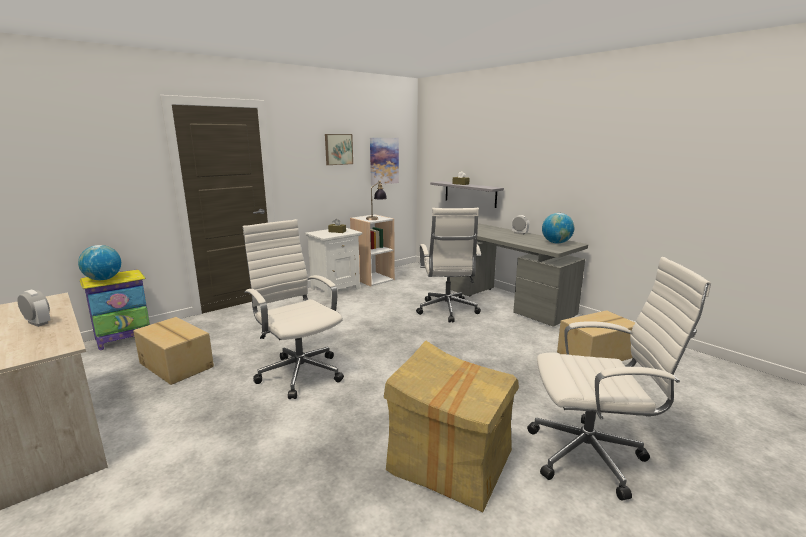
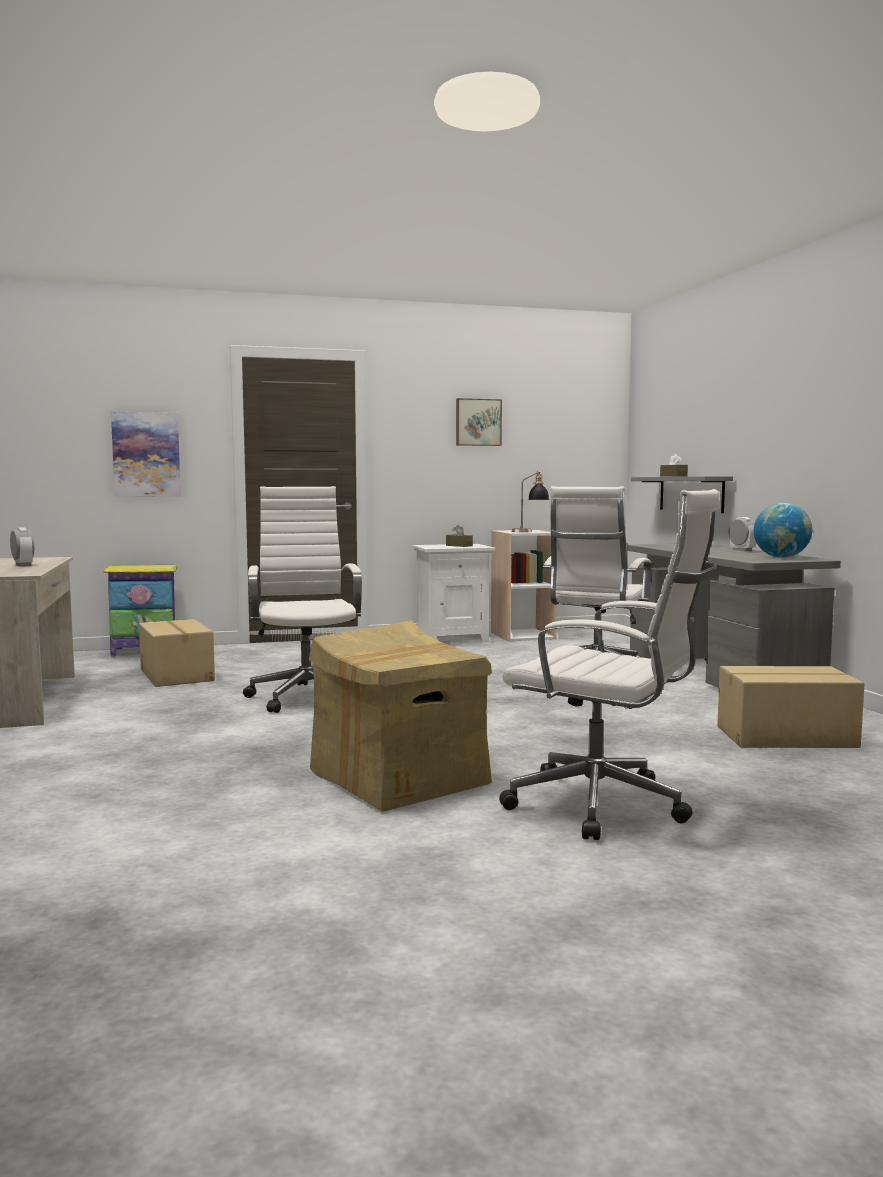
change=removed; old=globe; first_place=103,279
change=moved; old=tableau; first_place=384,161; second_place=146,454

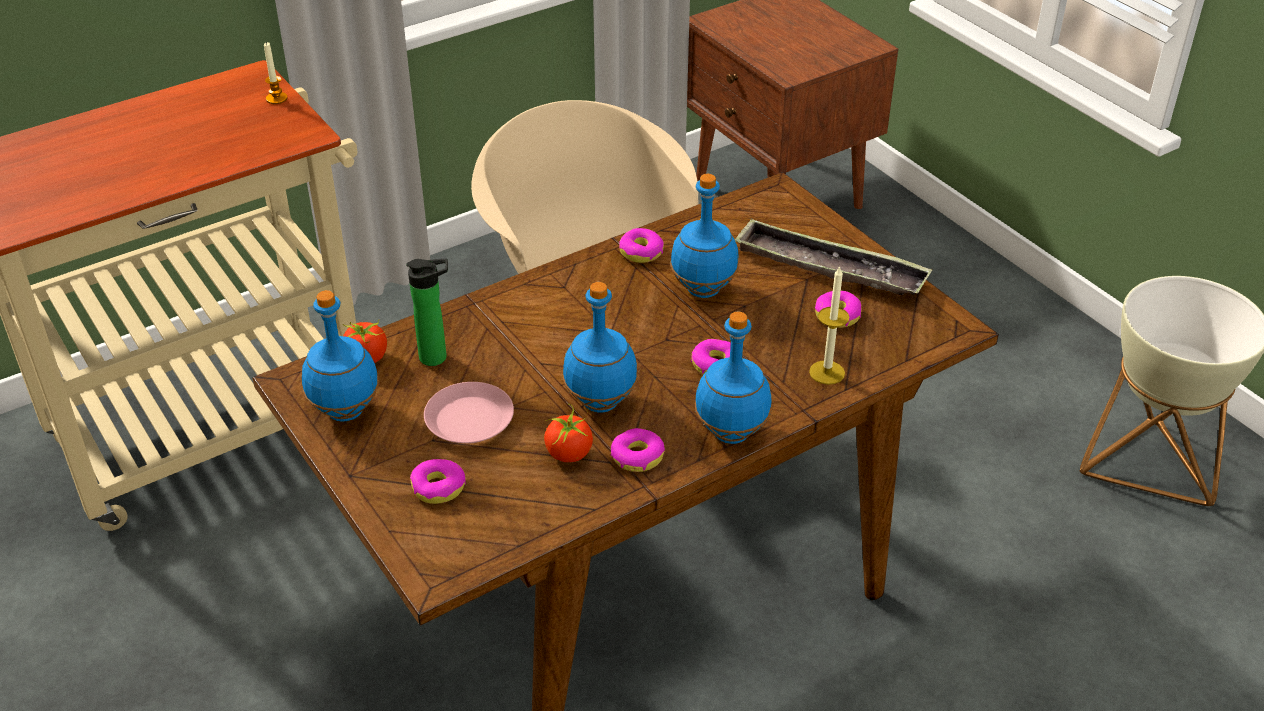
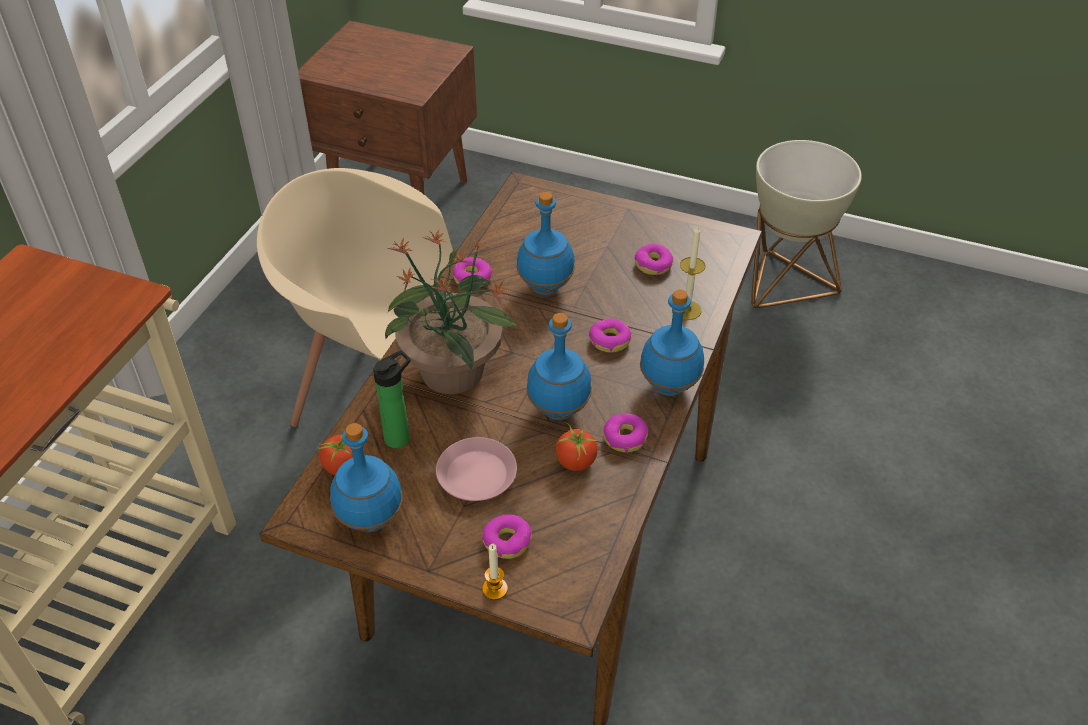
change=moved; old=bougie; first_place=276,98; second_place=495,589
change=removed; old=plateau; first_place=829,268
change=added; new=plante en pot; second_place=452,373

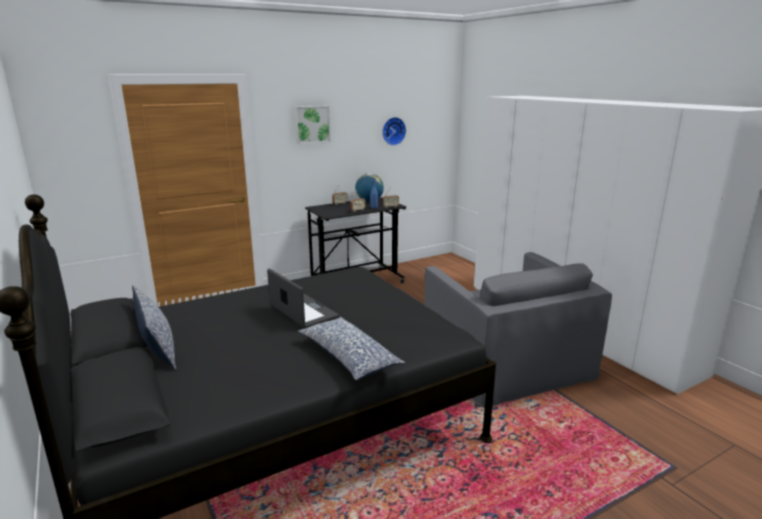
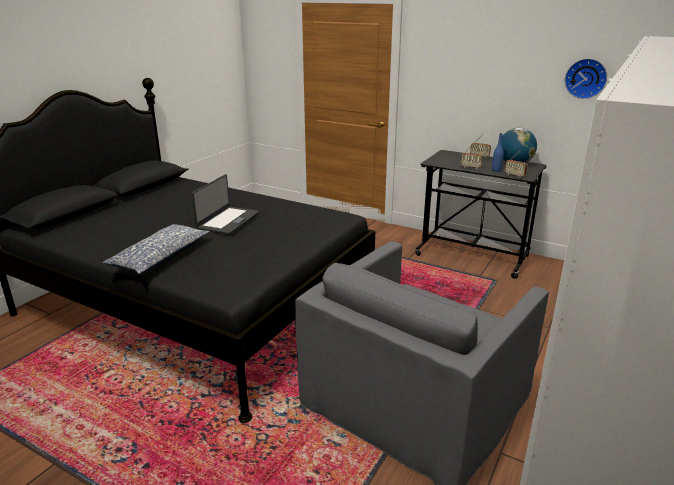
change=removed; old=coussin; first_place=157,346
change=removed; old=tableau; first_place=312,124

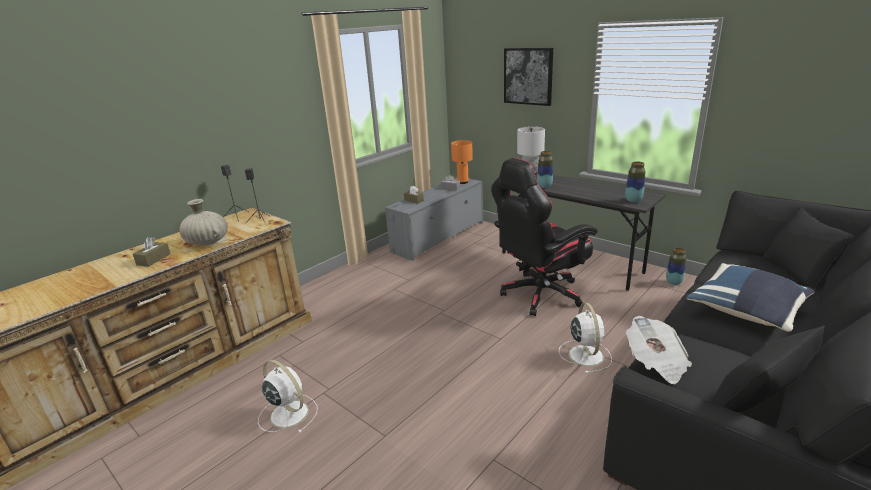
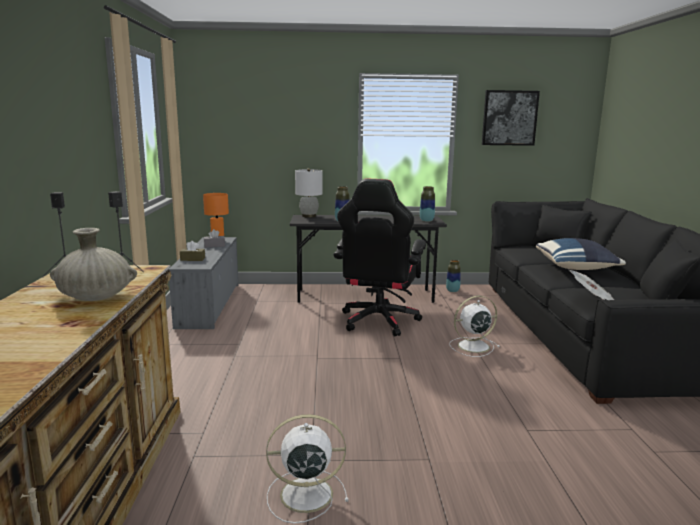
change=removed; old=boîte à mouchoirs [marron]; first_place=153,259
change=moved; old=tableau; first_place=528,76; second_place=509,118
change=turned; old=ventilateur [blanc]; first_place=585,354; second_place=472,346; degrees=-60

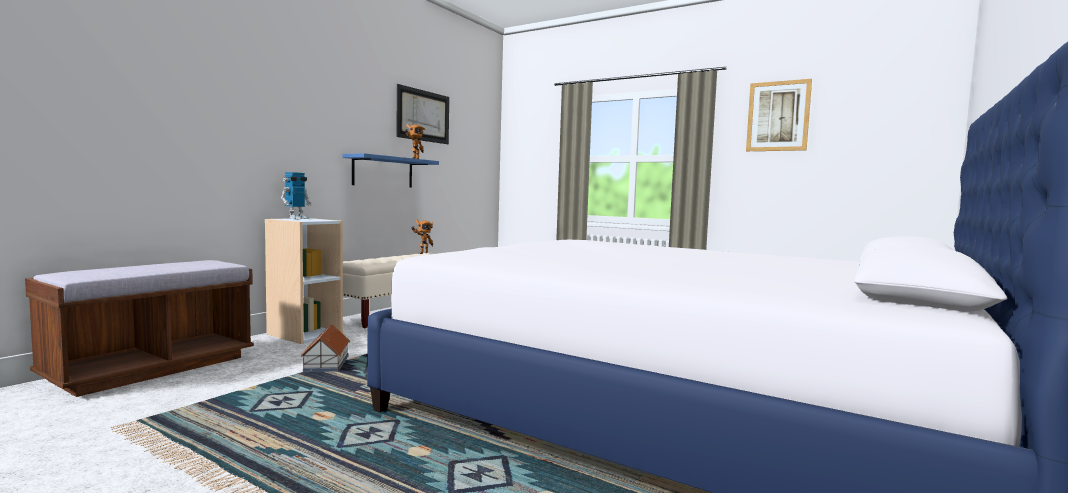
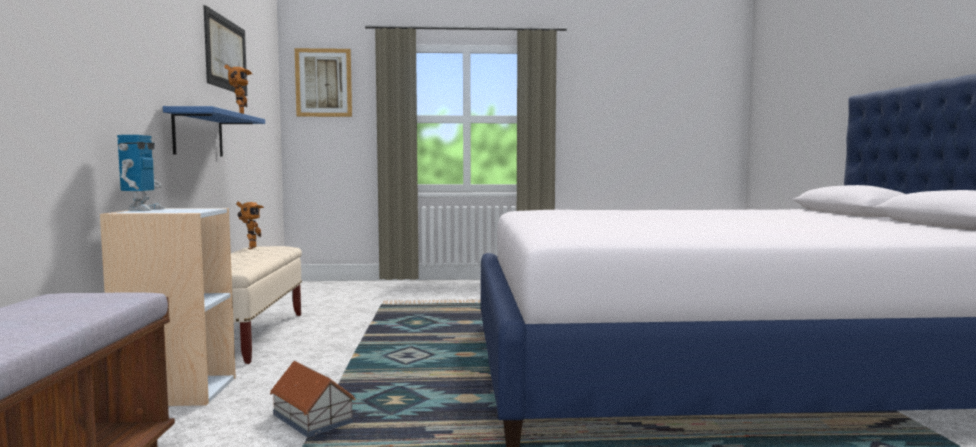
change=moved; old=tableau; first_place=778,116; second_place=323,82

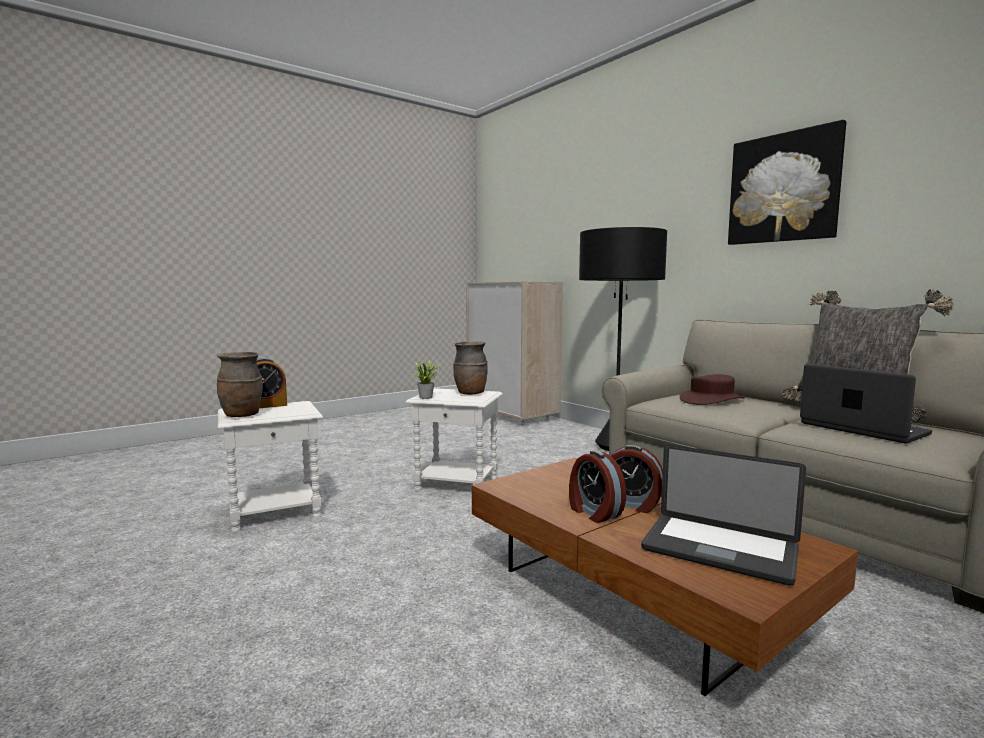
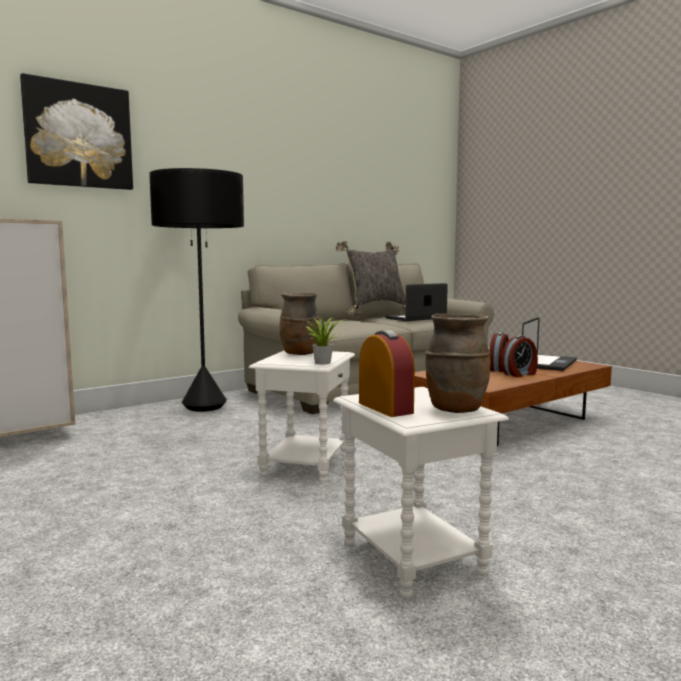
change=removed; old=chapeau [marron]; first_place=711,400
change=moved; old=tableau; first_place=784,188; second_place=78,135

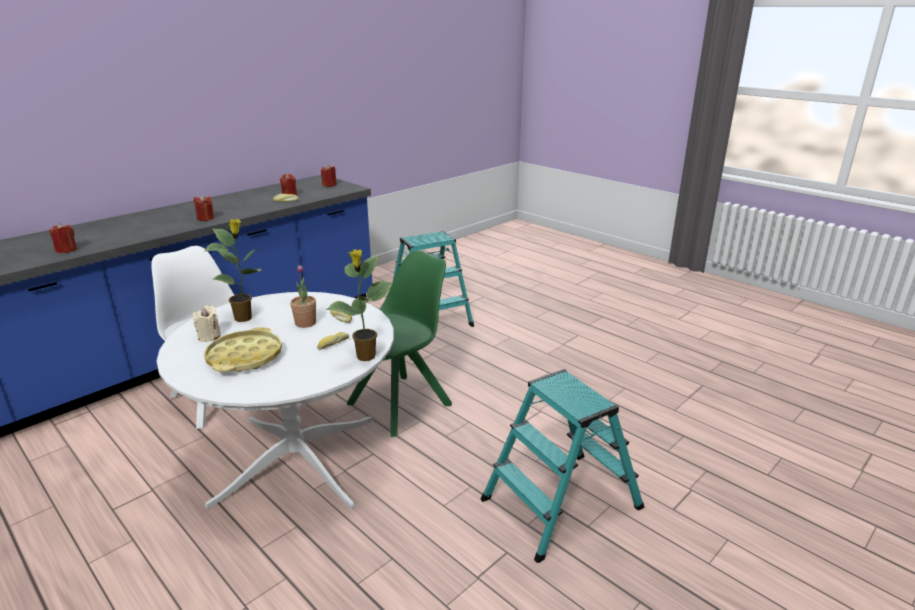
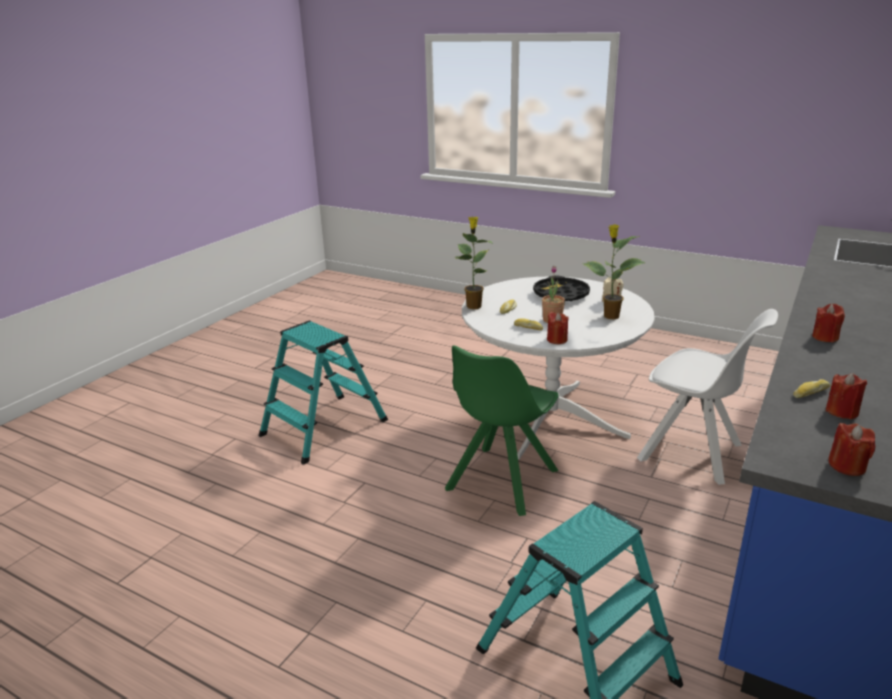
change=moved; old=bougie [rouge]; first_place=66,250; second_place=557,340
change=recoloured; old=plateau [jaune]; new=plateau [noir]; first_place=245,357; second_place=561,294

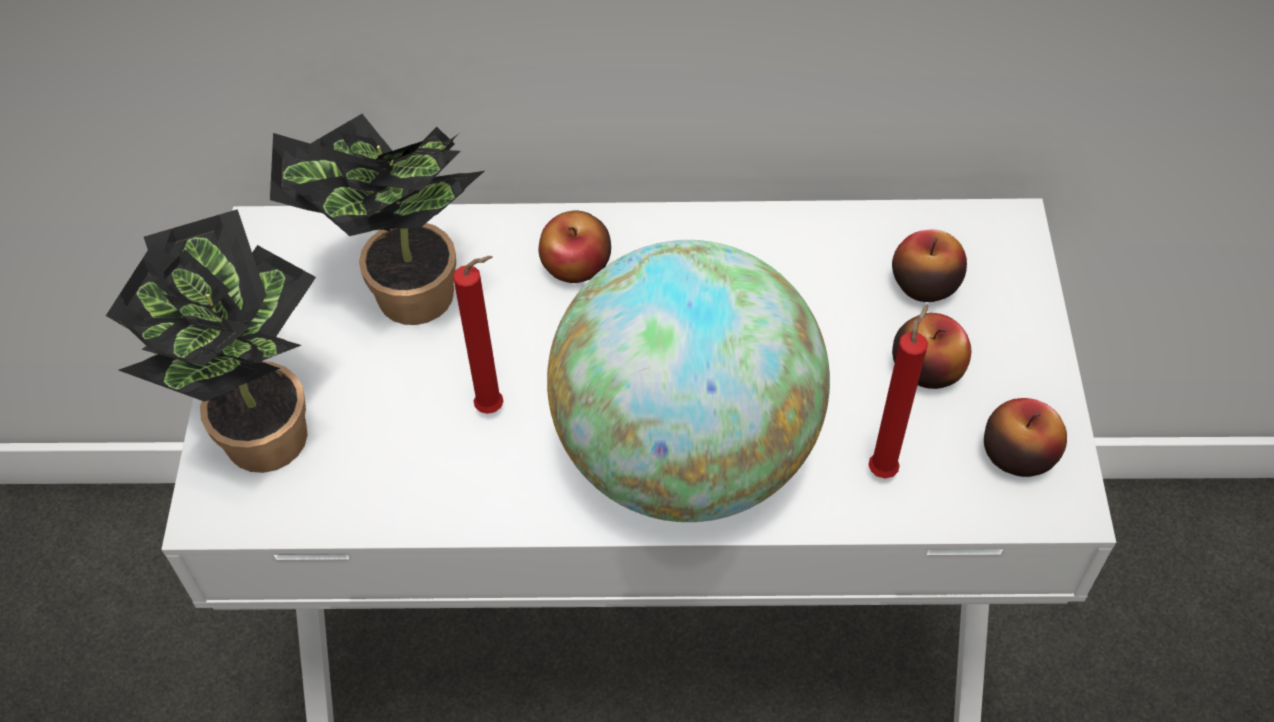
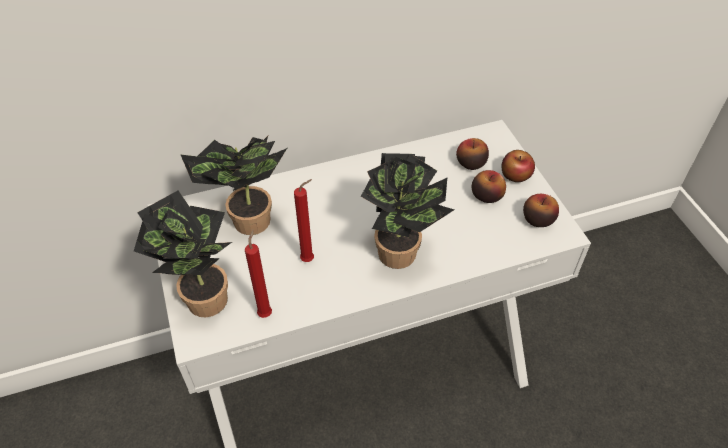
change=moved; old=pomme; first_place=576,265; second_place=515,175
change=replaced; old=globe; new=plante en pot; first_place=685,455; second_place=402,256
change=moved; old=bougie [rouge]; first_place=884,468; second_place=266,312

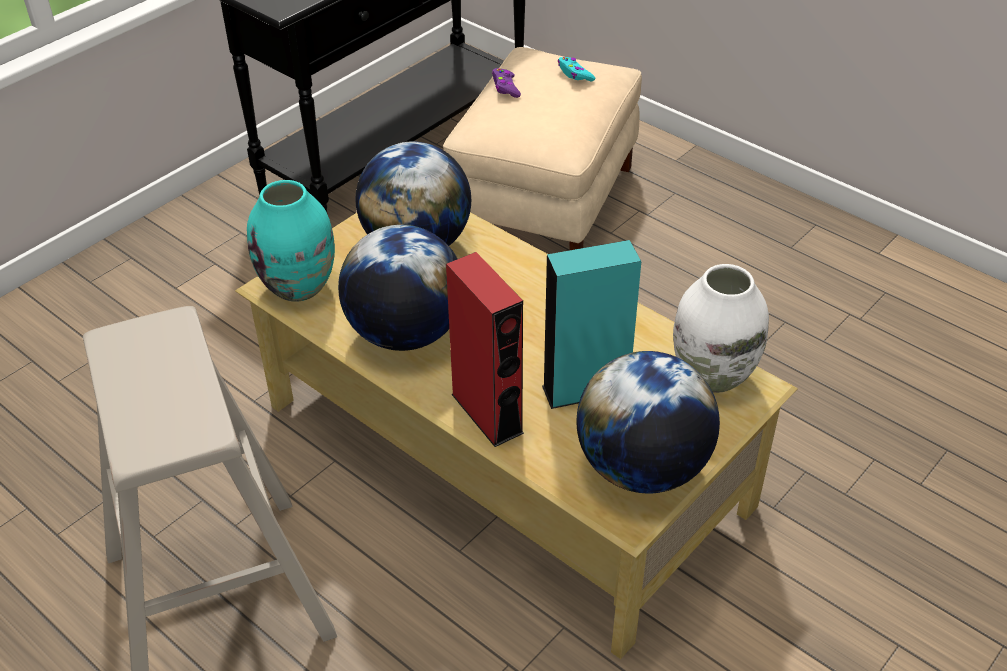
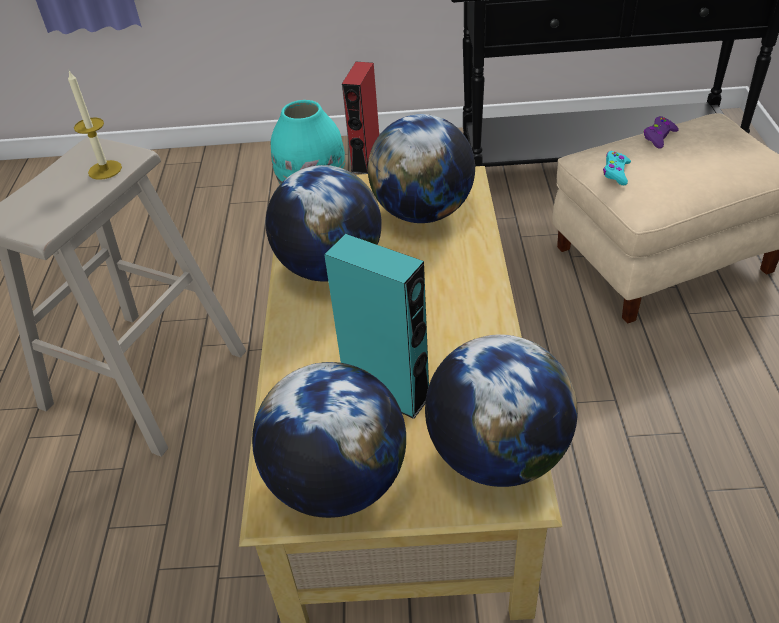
change=moved; old=enceinte [rouge]; first_place=487,413; second_place=366,160
change=moved; old=manette [turquoise]; first_place=574,74; second_place=616,172
change=replaced; old=vase [blanc]; new=globe; first_place=712,375; second_place=497,455
change=added; new=bougie; second_place=105,170

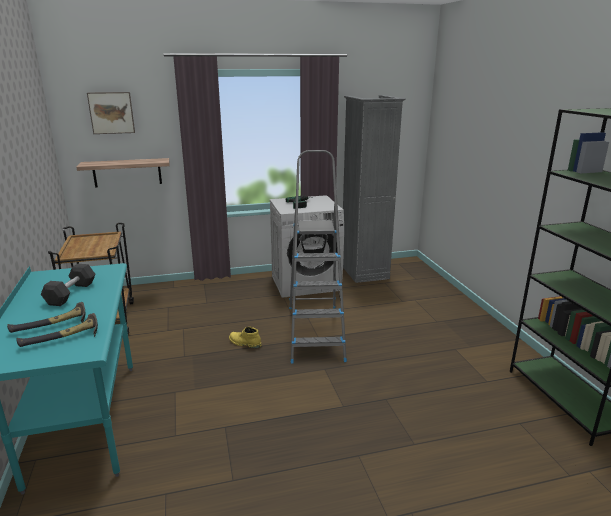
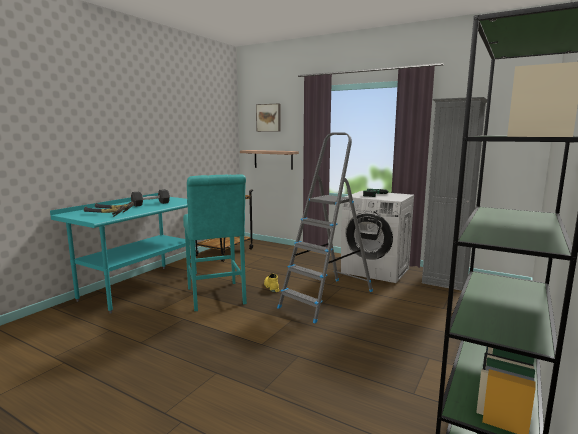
change=added; new=tabouret [turquoise]; second_place=216,297

